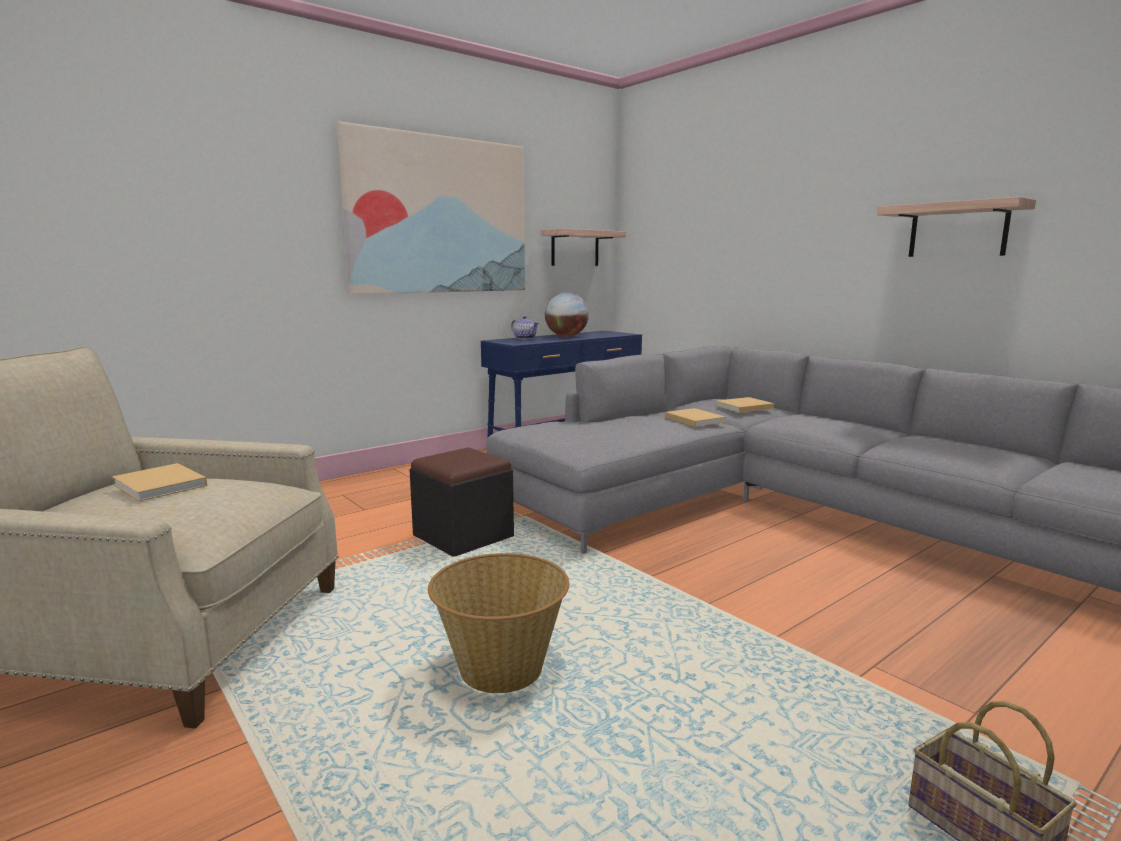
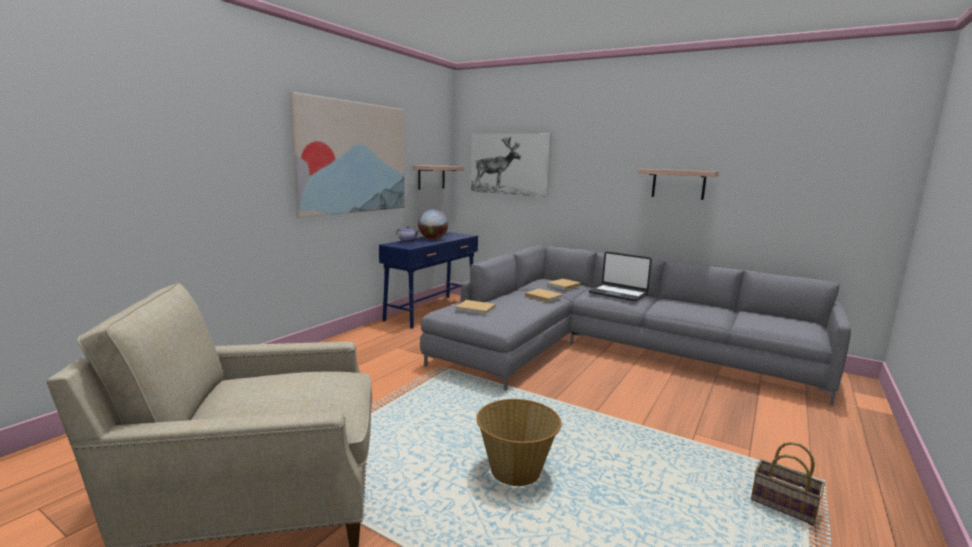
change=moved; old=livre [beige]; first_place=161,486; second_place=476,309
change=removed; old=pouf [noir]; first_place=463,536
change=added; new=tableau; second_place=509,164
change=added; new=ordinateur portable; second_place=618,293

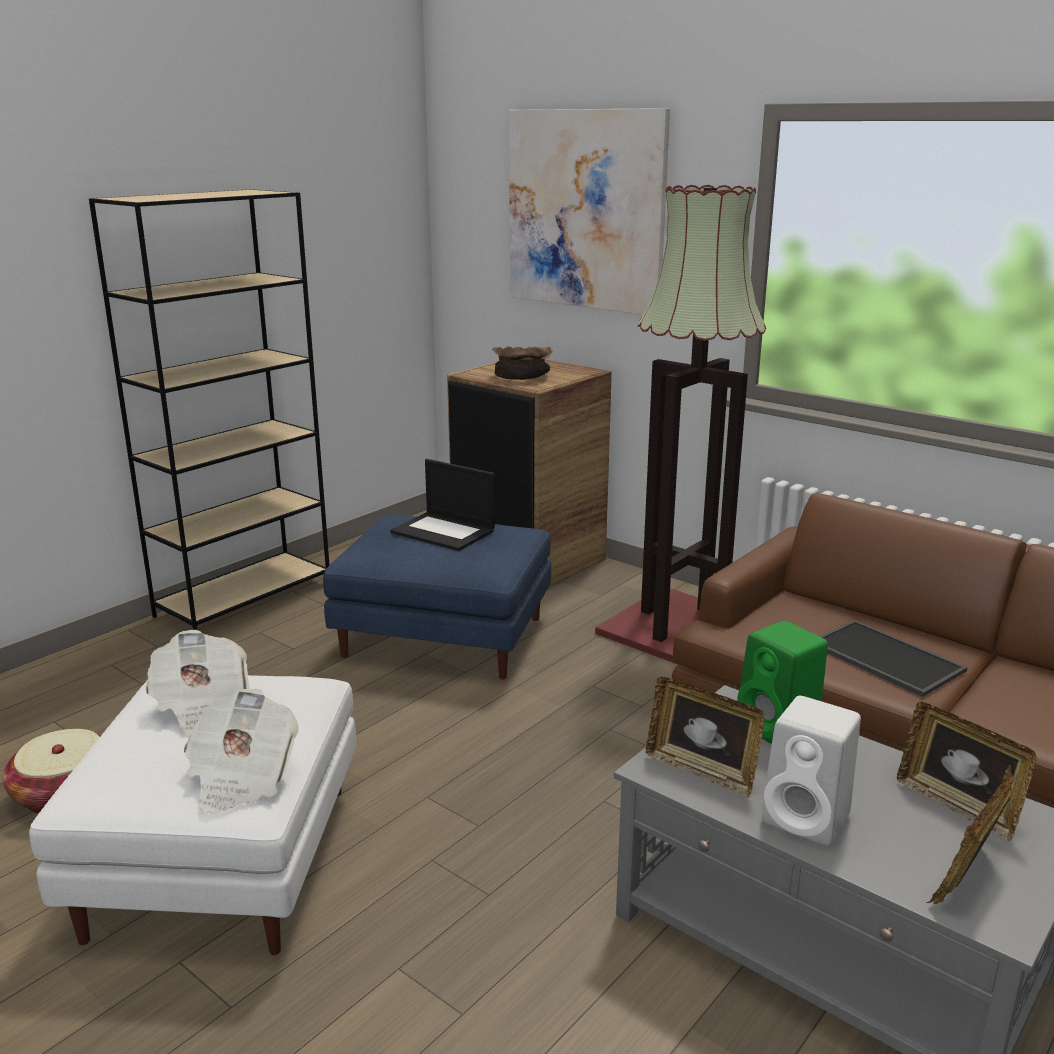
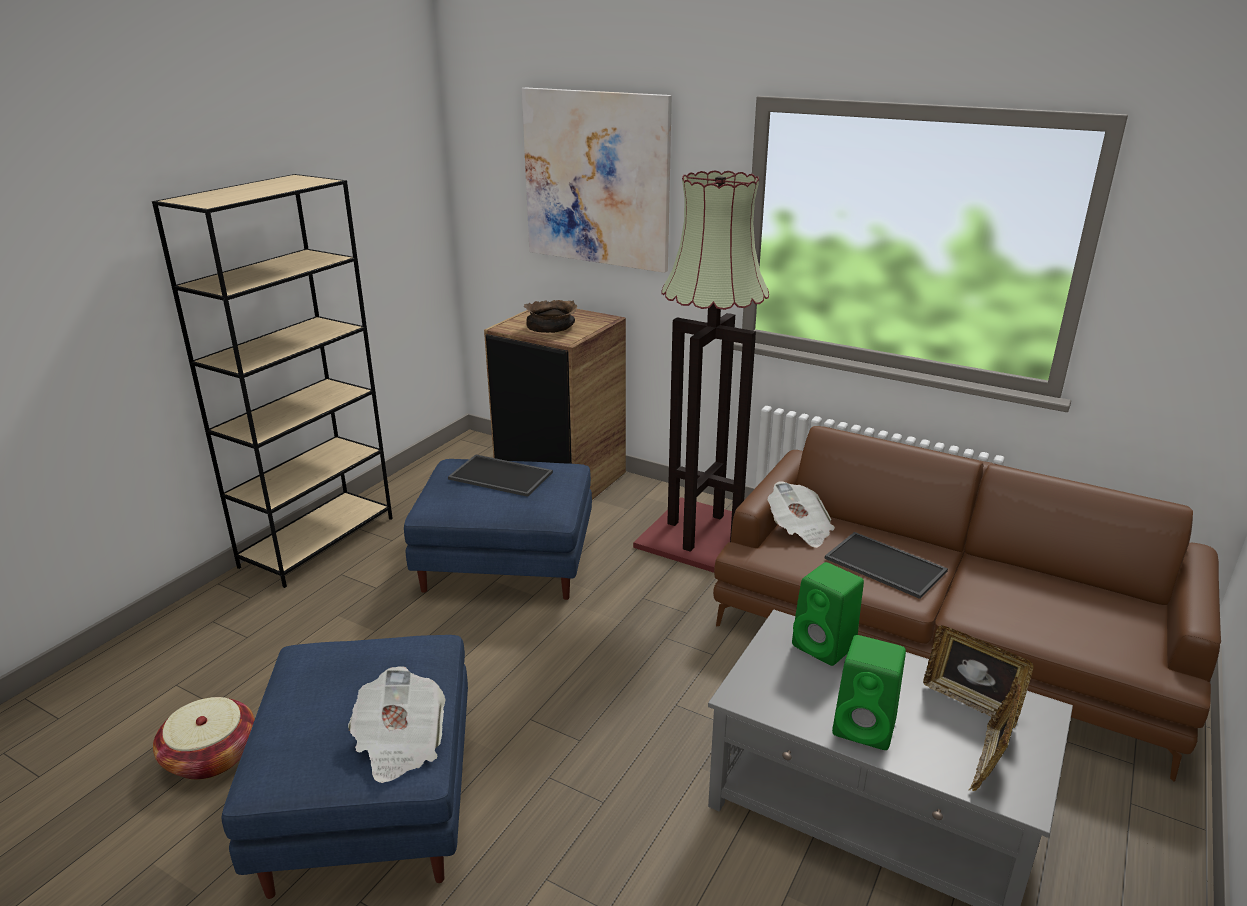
change=recoloured; old=pouf [blanc]; new=pouf [bleu]; first_place=222,857; second_place=370,799
change=moved; old=journal; first_place=202,706; second_place=799,530
change=replaced; old=ordinateur portable; new=plateau; first_place=444,532; second_place=502,475
change=removed; old=cadre photo; first_place=701,770
change=recoloured; old=enceinte [blanc]; new=enceinte [vert]; first_place=808,819; second_place=866,727

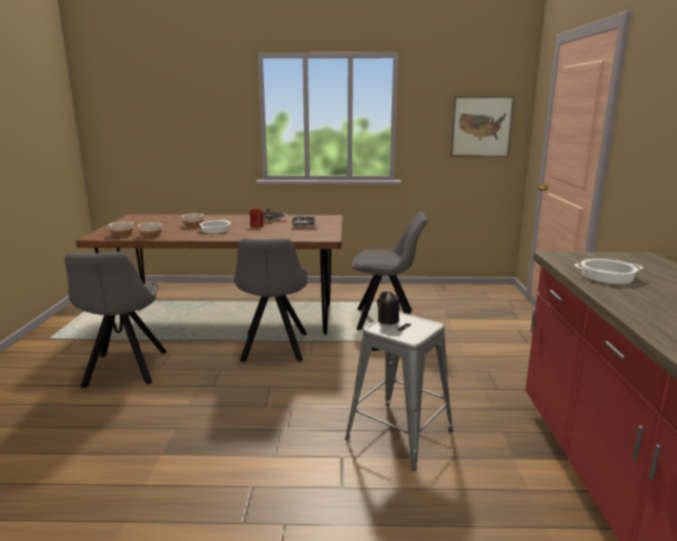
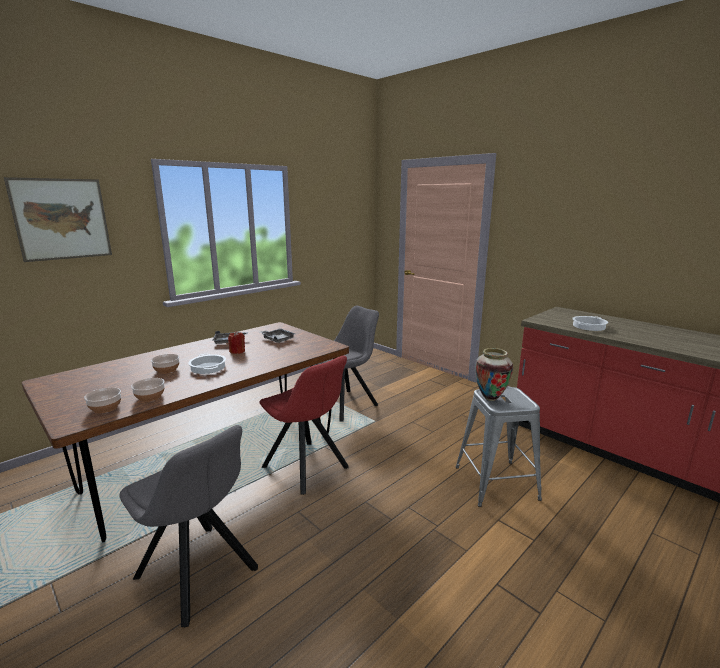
change=recoloured; old=chaise [gris]; new=chaise [rouge]; first_place=274,347; second_place=306,467
change=replaced; old=bougie [noir]; new=vase; first_place=388,320; second_place=490,398
change=moved; old=tableau; first_place=481,127; second_place=62,219

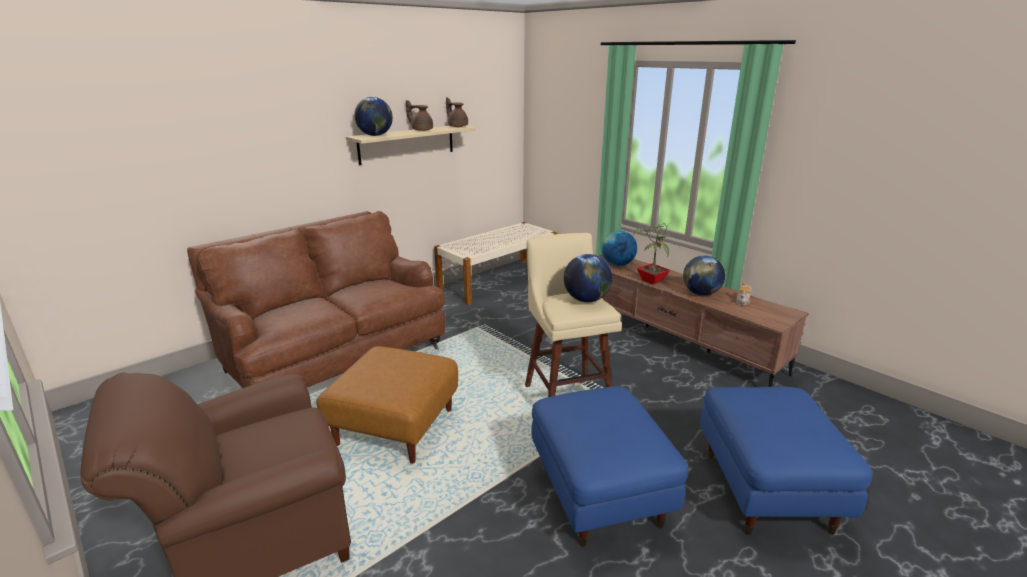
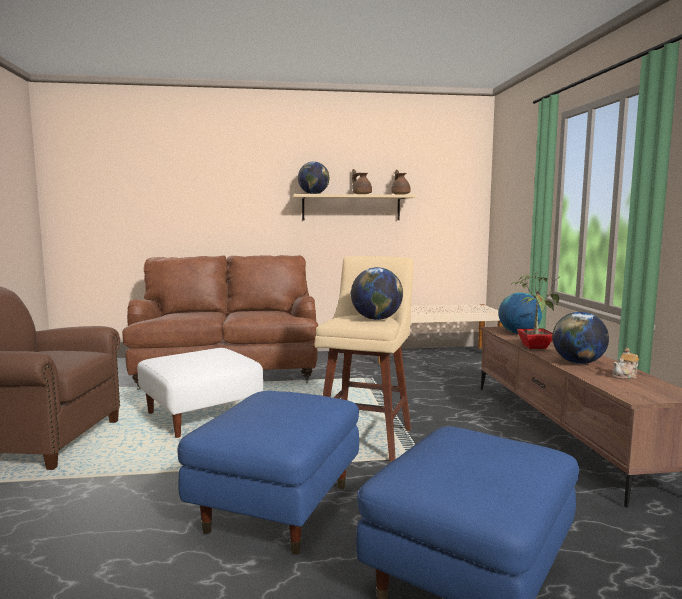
change=recoloured; old=pouf [marron]; new=pouf [blanc]; first_place=395,426; second_place=202,415

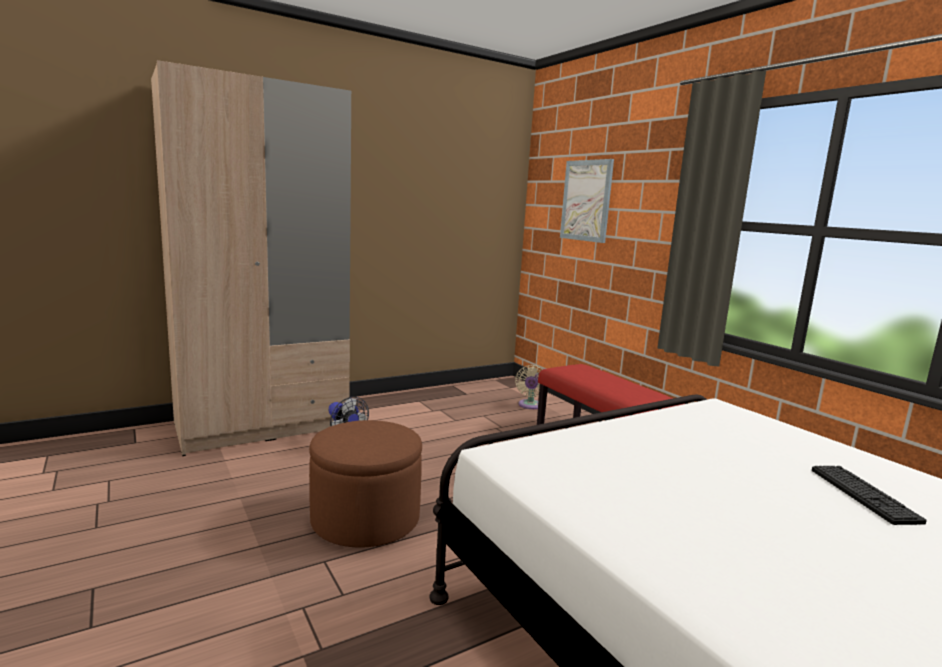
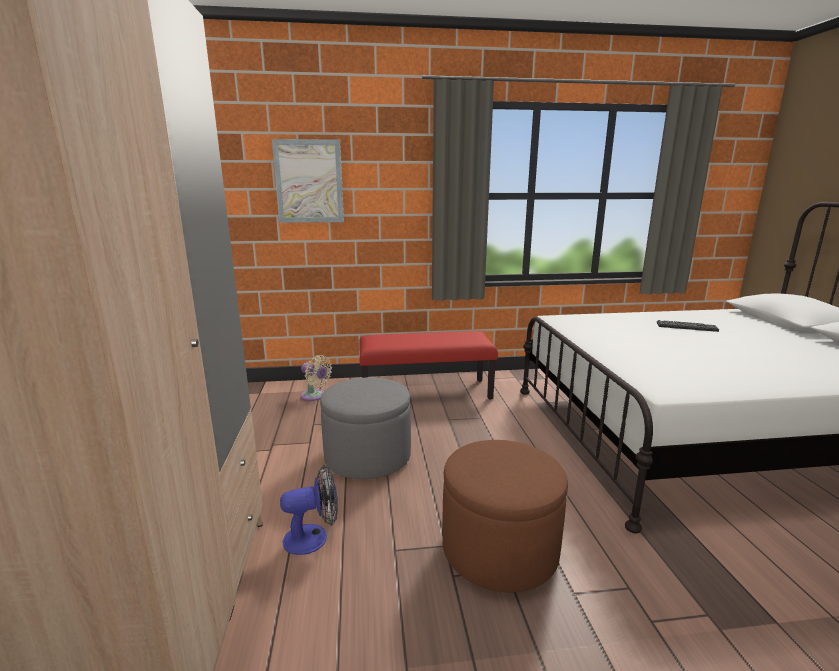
change=added; new=pouf [gris]; second_place=368,456

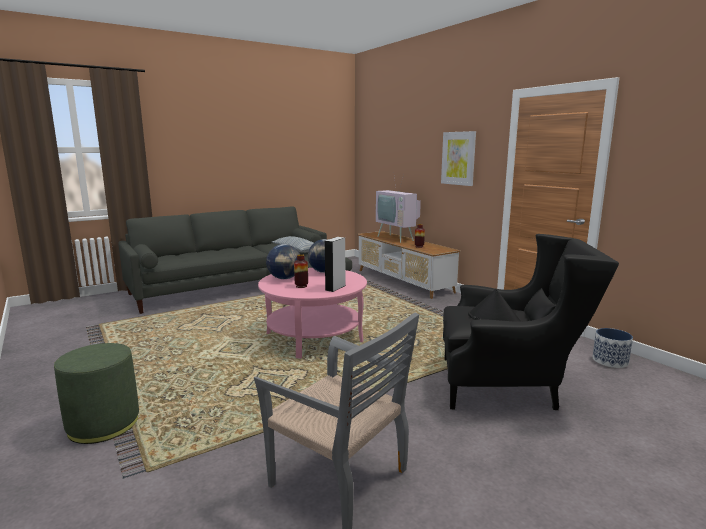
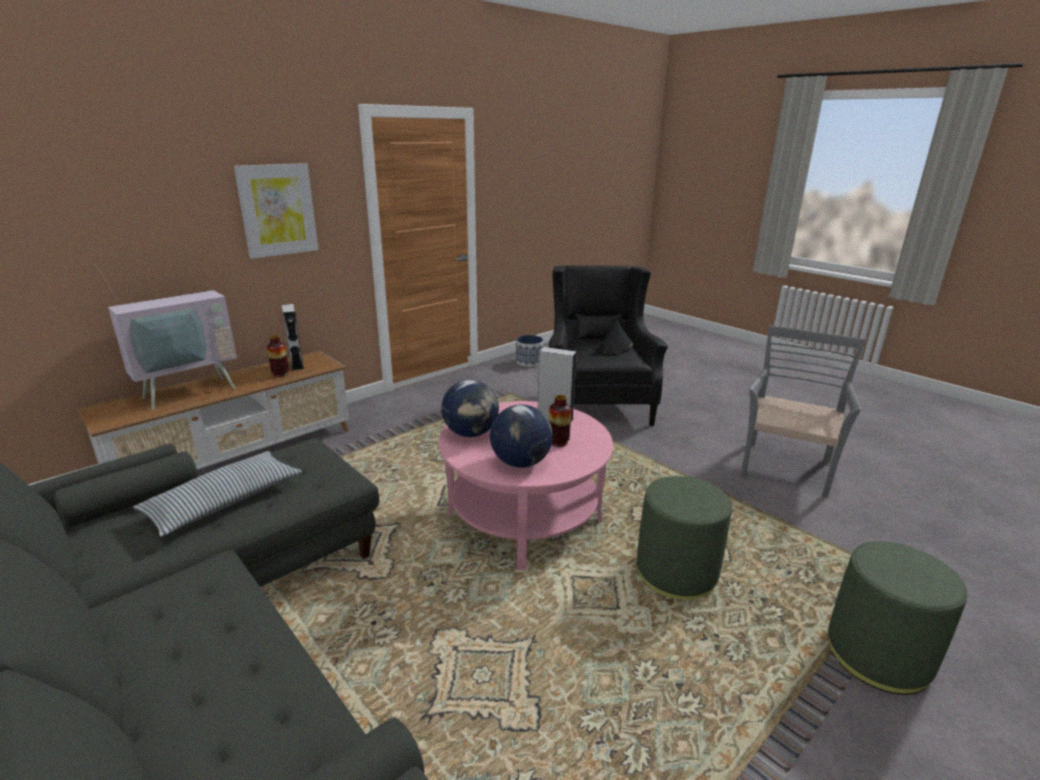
change=added; new=enceinte [gris]; second_place=296,364
change=added; new=pouf [vert]; second_place=676,573

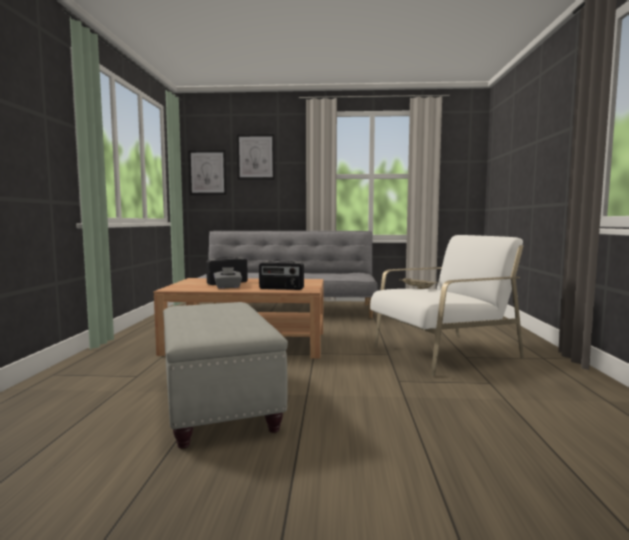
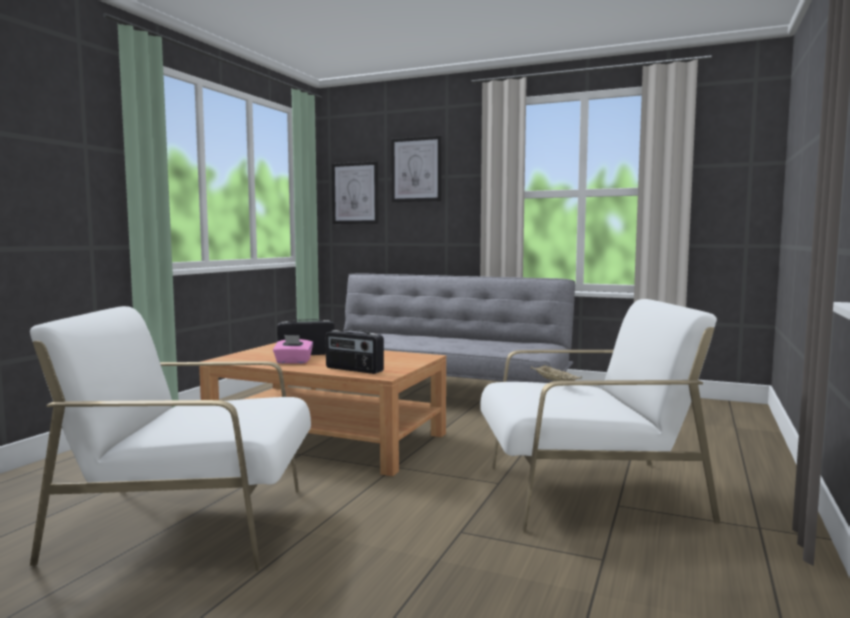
change=replaced; old=pouf [gris]; new=fauteuil [blanc]; first_place=218,402; second_place=194,524
change=recoloured; old=boîte à mouchoirs [gris]; new=boîte à mouchoirs [rose]; first_place=228,287; second_place=293,362

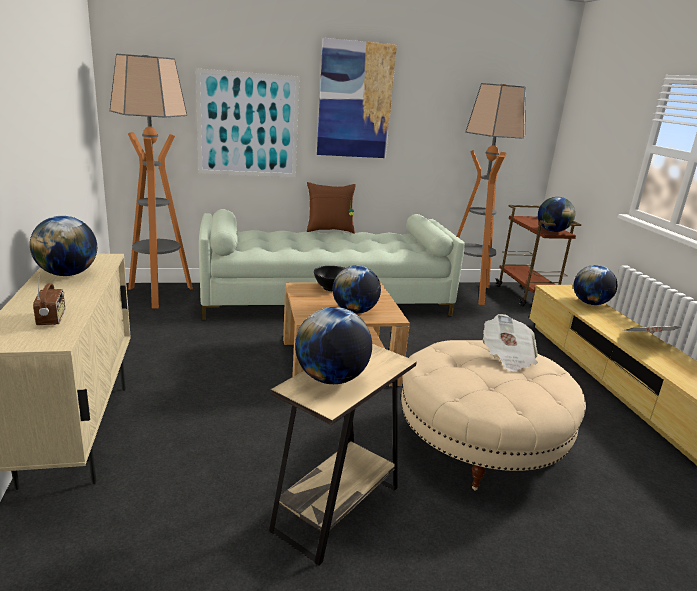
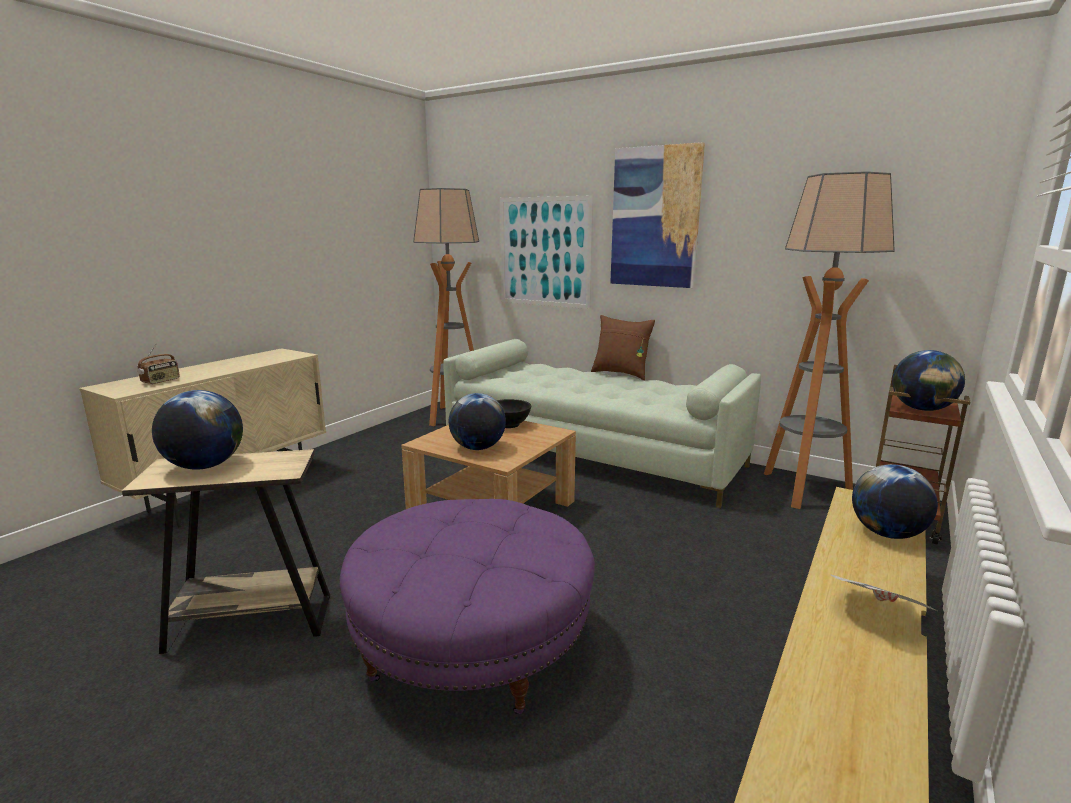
change=removed; old=globe; first_place=67,274
change=recoloured; old=pouf [beige]; new=pouf [violet]; first_place=479,444; second_place=472,644
change=removed; old=journal; first_place=507,357

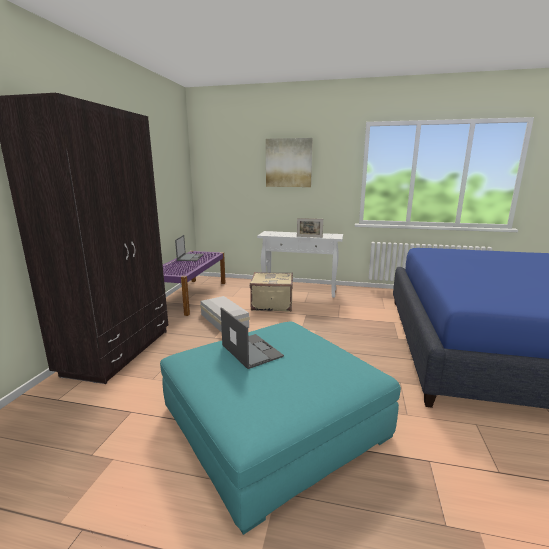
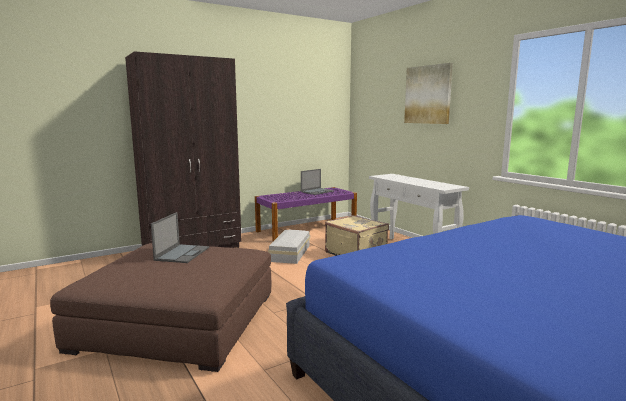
change=recoloured; old=pouf [turquoise]; new=pouf [marron]; first_place=273,421; second_place=178,321
change=removed; old=cadre photo; first_place=309,237

